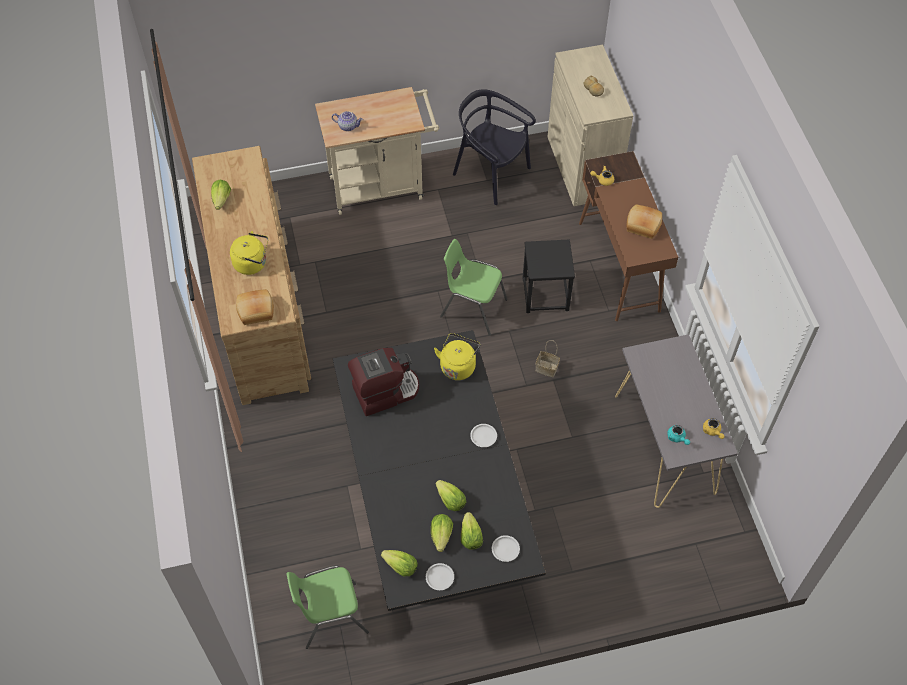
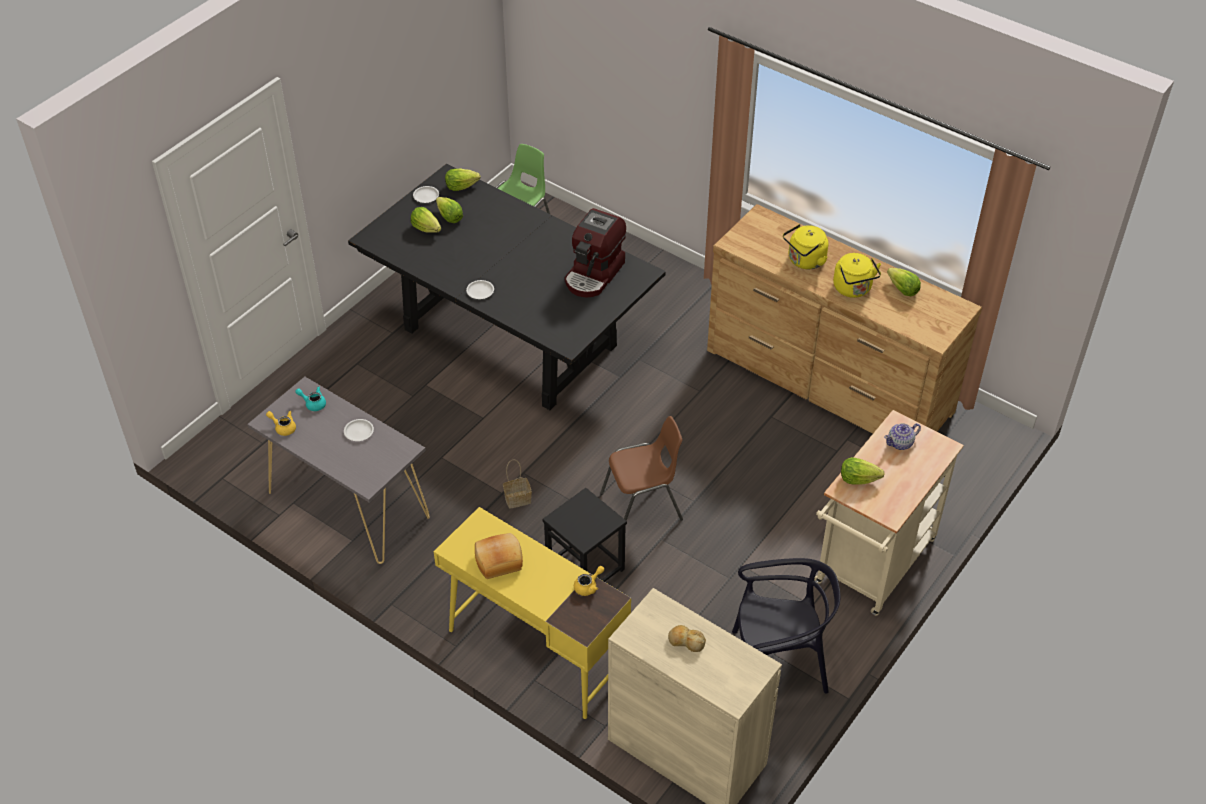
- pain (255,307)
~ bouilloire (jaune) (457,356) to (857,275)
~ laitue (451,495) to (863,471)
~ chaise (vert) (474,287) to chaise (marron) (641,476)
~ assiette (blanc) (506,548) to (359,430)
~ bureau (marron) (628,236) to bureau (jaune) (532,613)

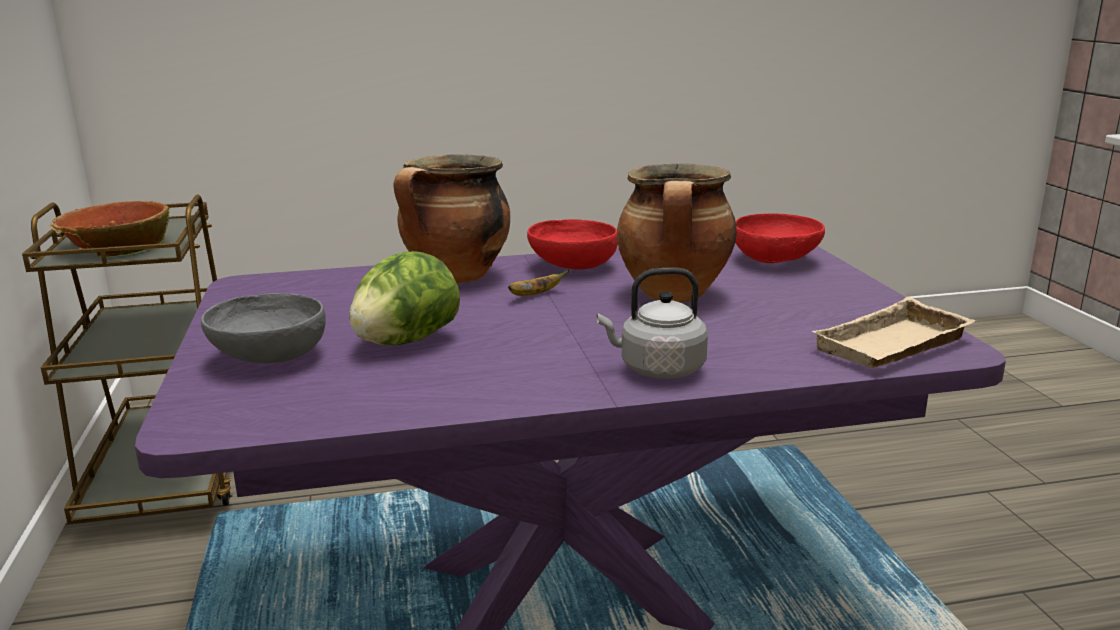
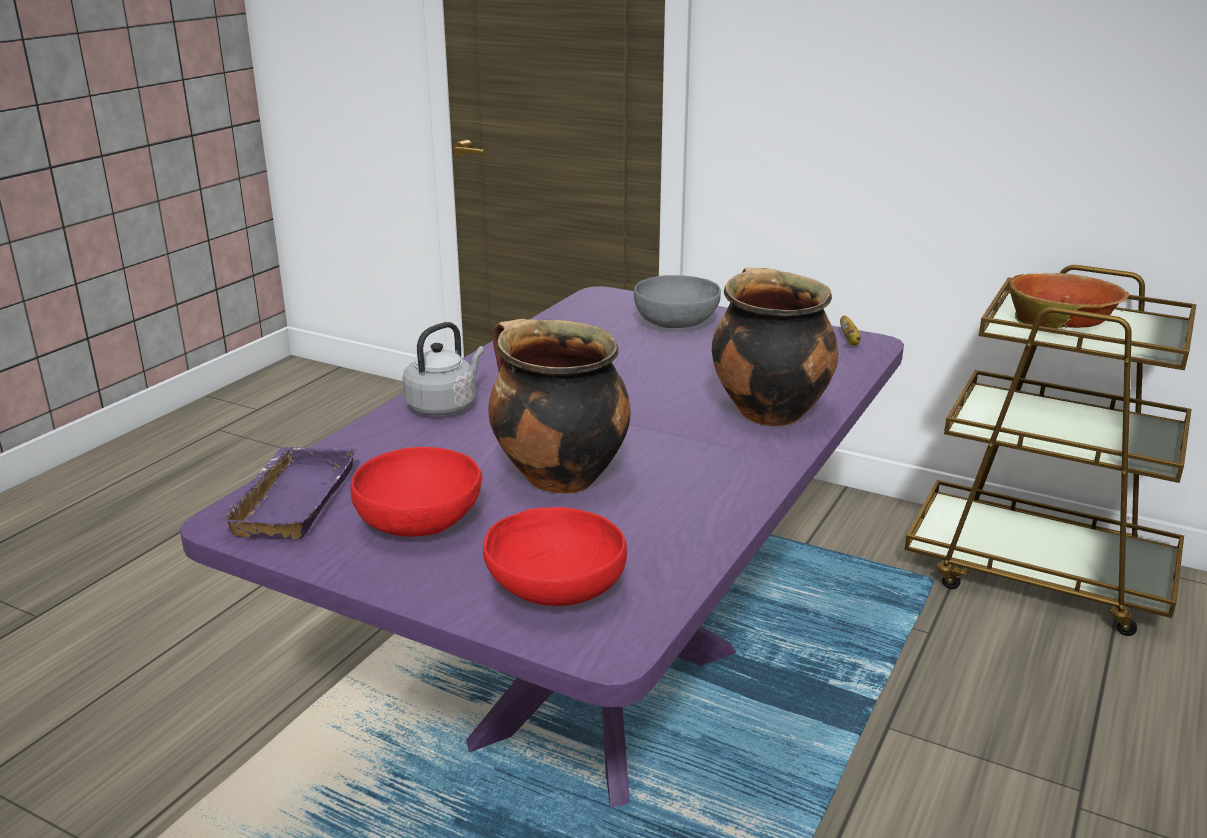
- laitue (404,298)
~ banane (539,282) to (850,331)
~ bol (rouge) (572,244) to (416,492)
~ plateau (beige) (893,332) to plateau (violet) (286,493)

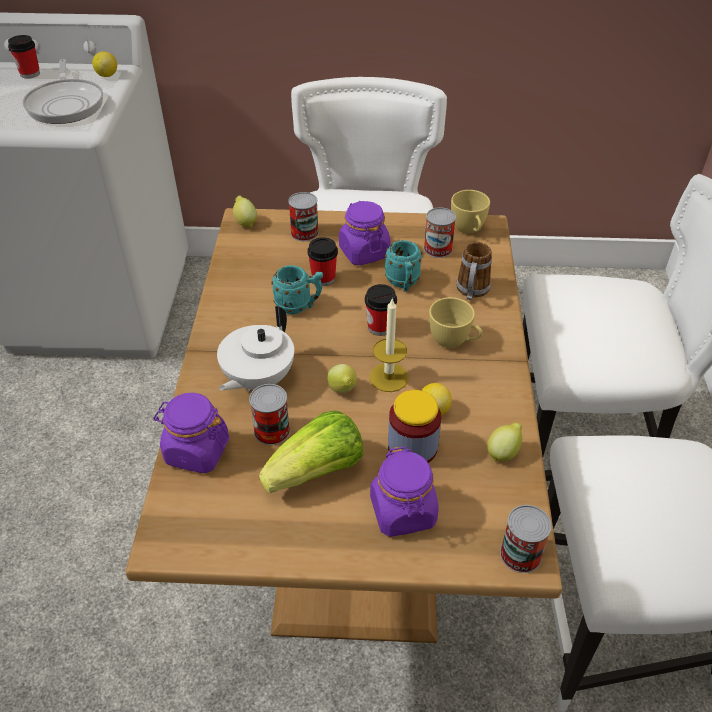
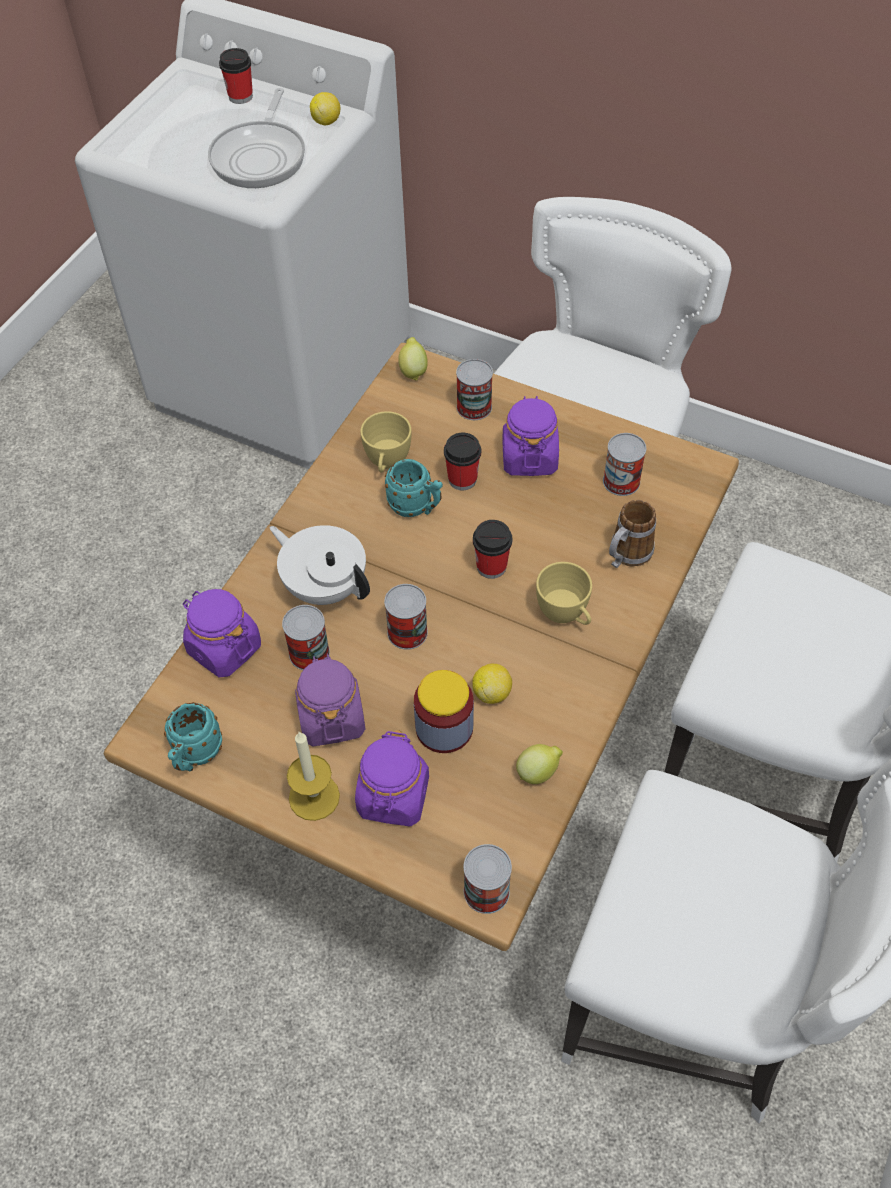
~ théière (blanc) (255,349) = (320,565) 75 degrees clockwise
~ laitue (311,452) to bocal (violet) (330,700)
~ citron (342,378) to boîte métallique (406,617)
~ bougie (388,345) to (313,776)
~ mug (turquoise) (403,266) to (193,736)
~ tasse (jaune) (470,211) to (385,441)

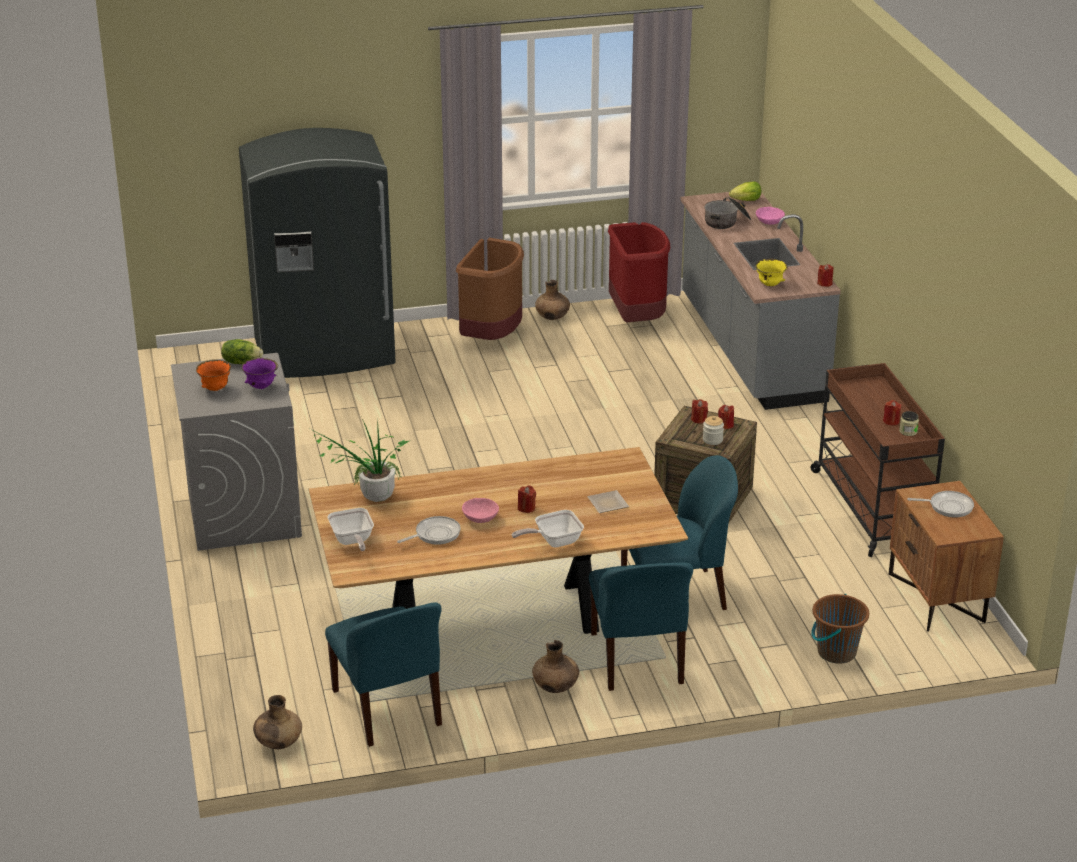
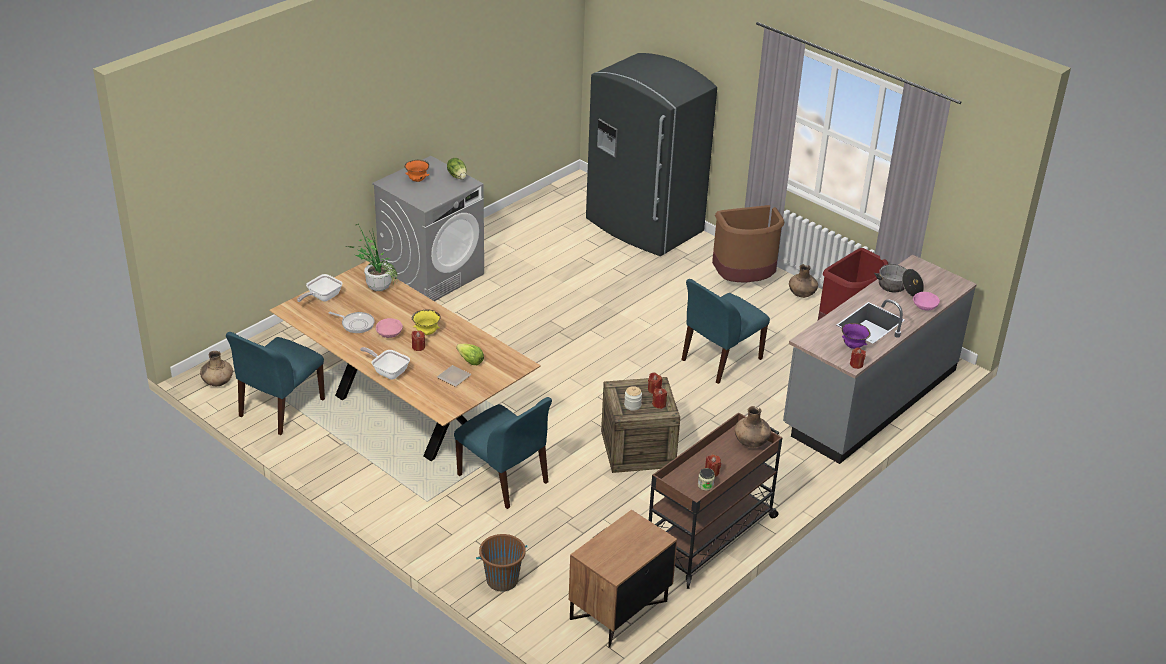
~ bol (violet) (260,373) to (856,336)
~ vase (marron) (555,666) to (753,427)
~ chaise (bleu) (641,626) to (726,331)
~ laitue (745,191) to (470,354)
~ bol (jaune) (771,272) to (426,322)
- poêle (940,504)

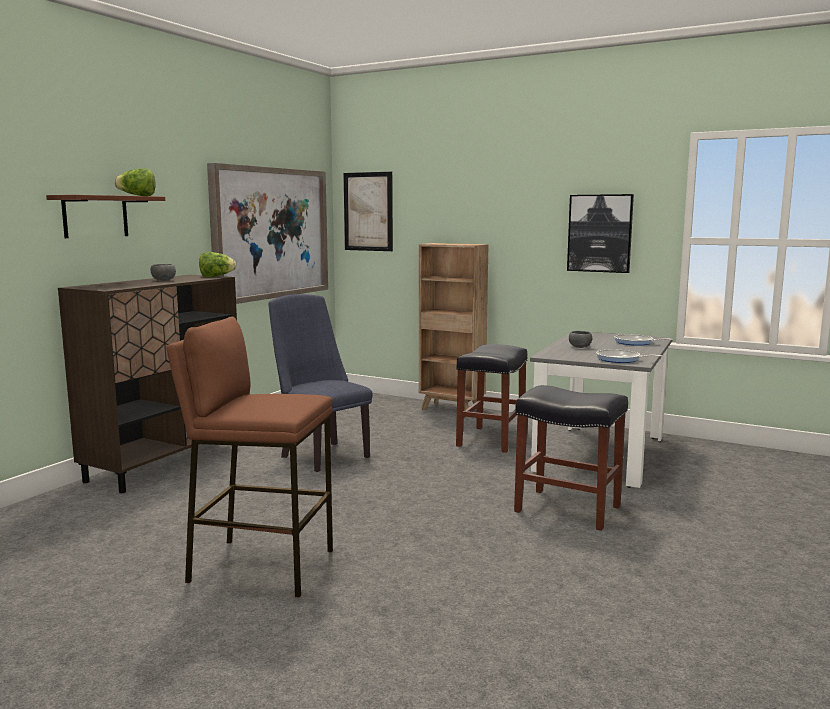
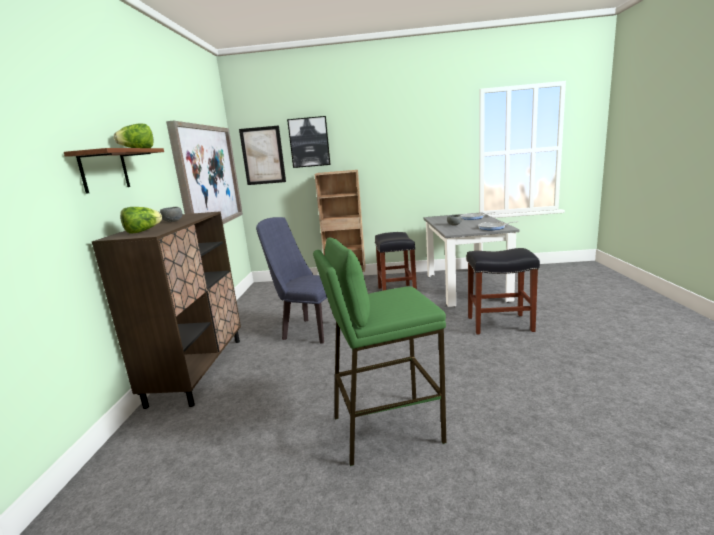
~ tabouret (marron) (250,457) to tabouret (vert) (379,351)
~ laitue (217,264) to (141,220)
~ tableau (600,233) to (309,142)

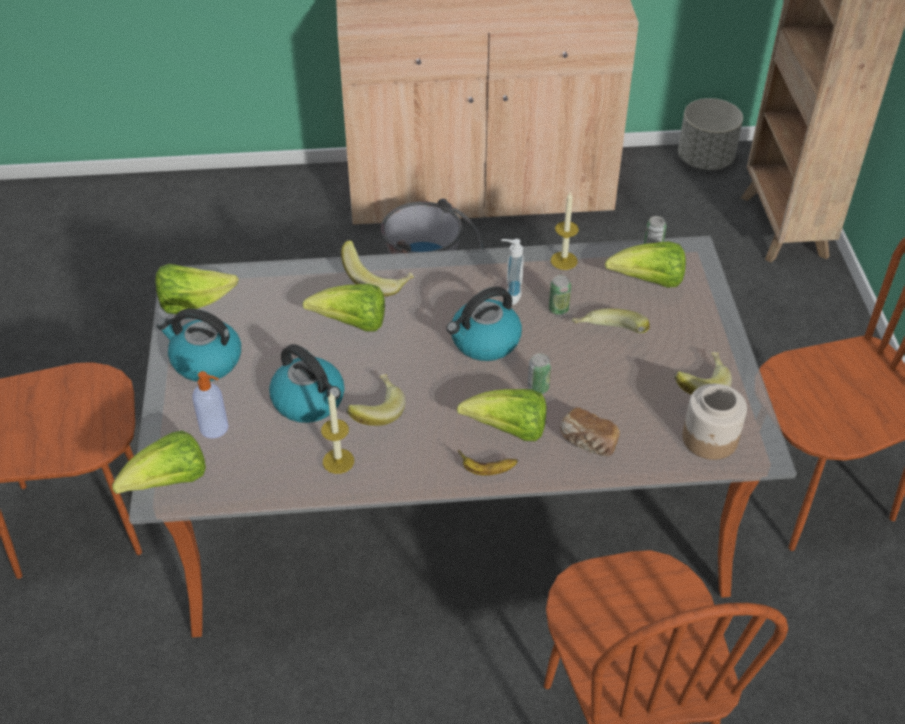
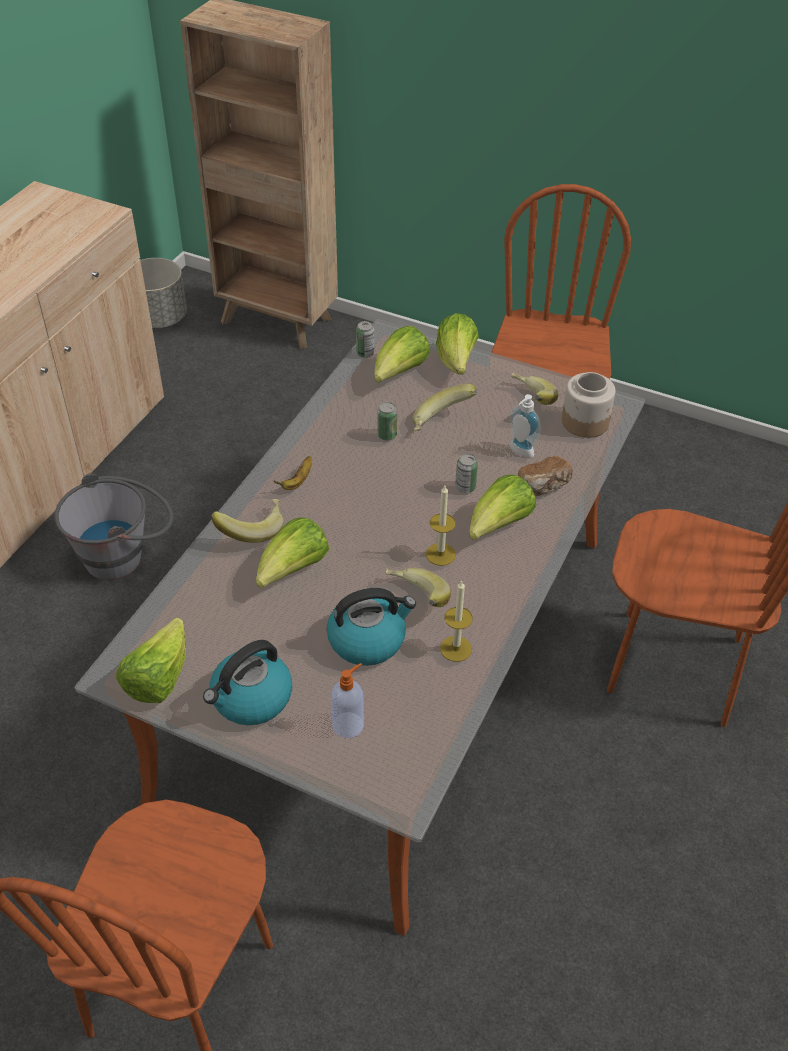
~ laitue (159,462) to (457,344)
- bouilloire (484,323)
~ banane (488,463) to (292,473)
~ distributeur de savon (512,272) to (525,426)
~ bougie (565,230) to (441,526)

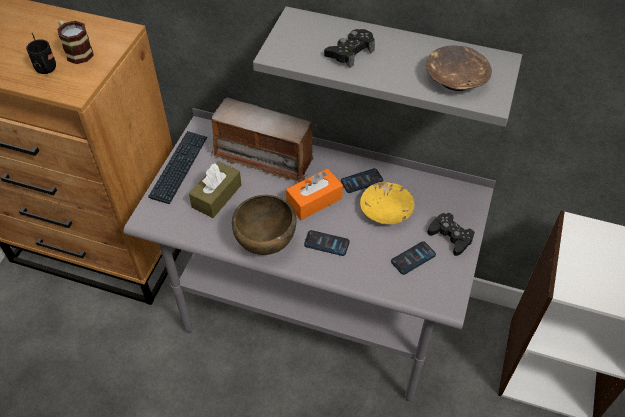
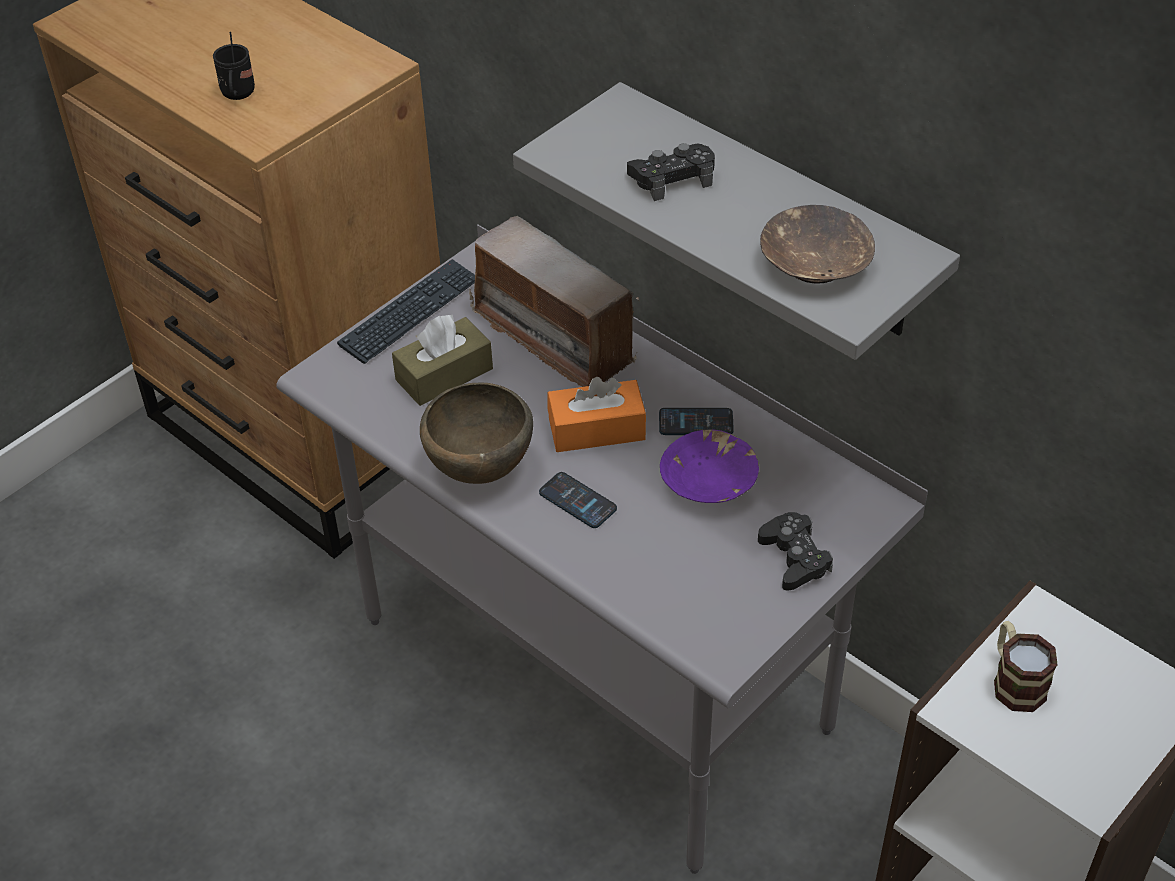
~ mug (75,42) to (1026,666)
~ bol (jaune) (387,203) to bol (violet) (709,466)
- téléphone (413,258)

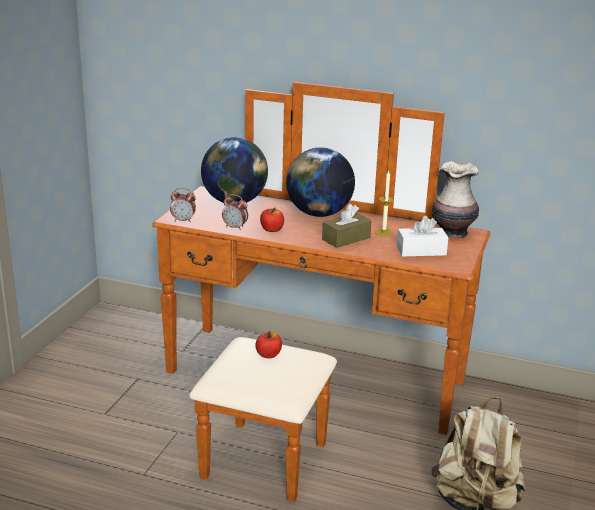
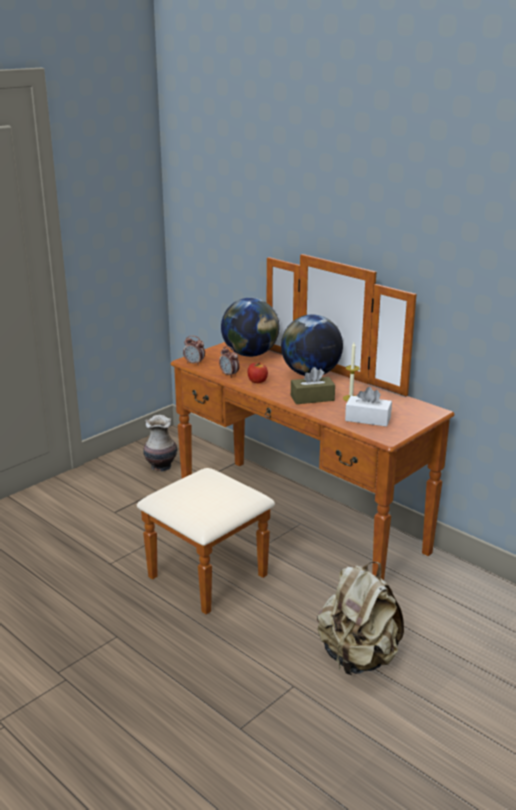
- pomme (268,344)
~ vase (455,199) to (160,443)

